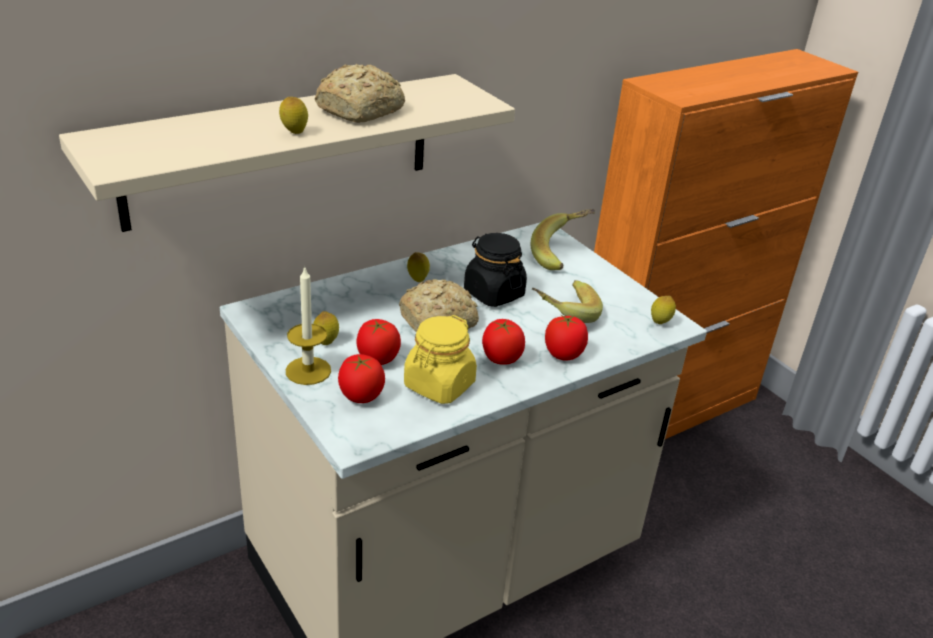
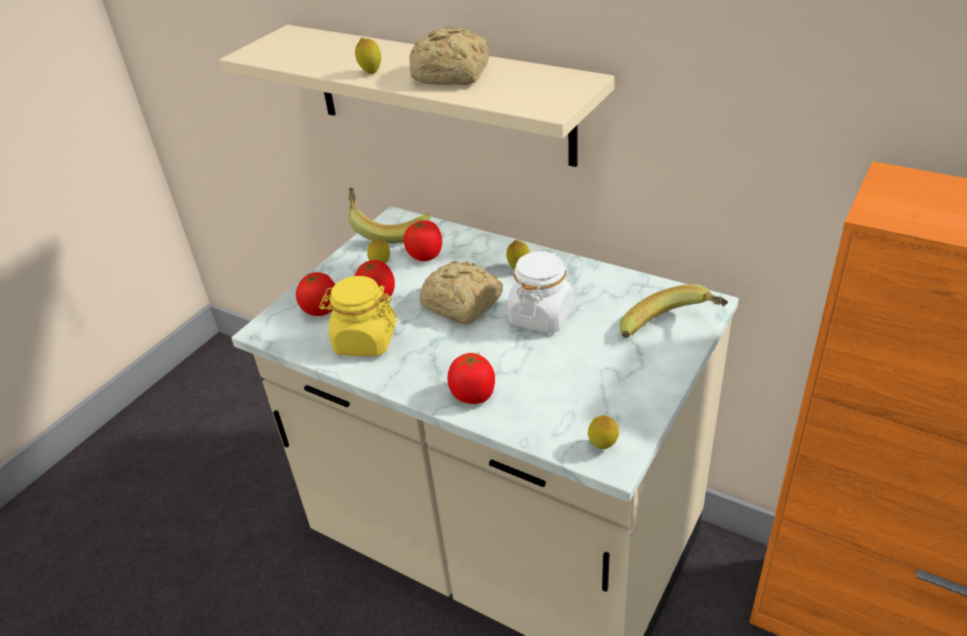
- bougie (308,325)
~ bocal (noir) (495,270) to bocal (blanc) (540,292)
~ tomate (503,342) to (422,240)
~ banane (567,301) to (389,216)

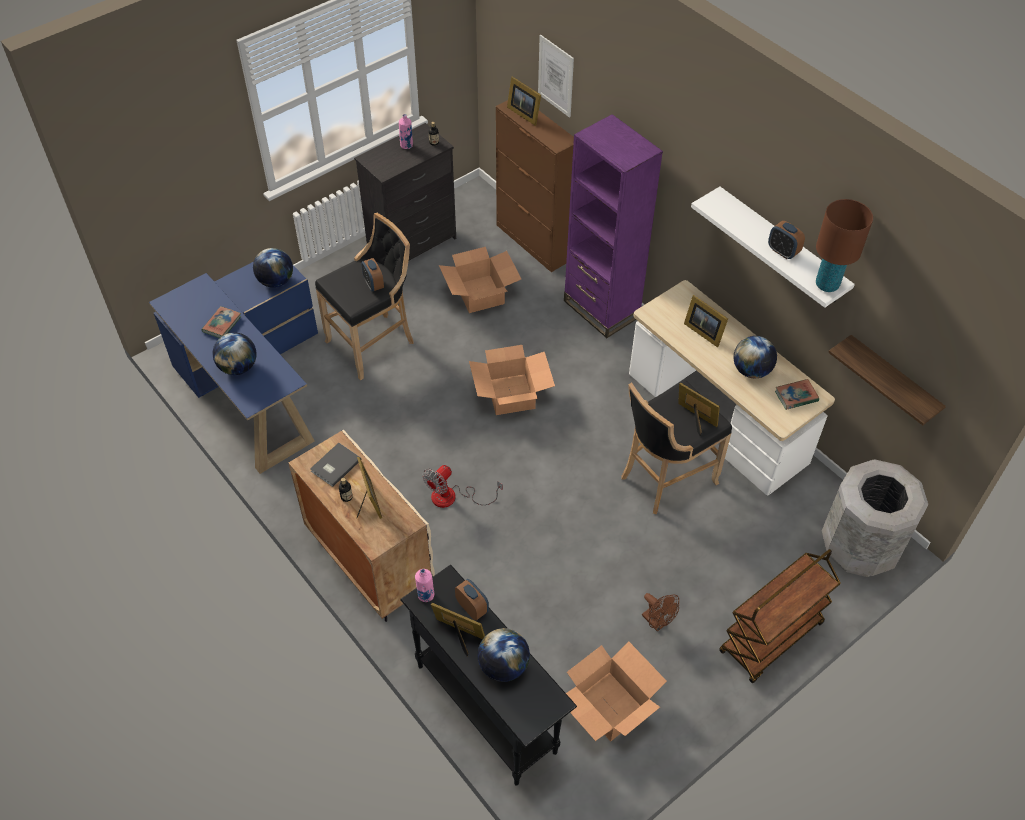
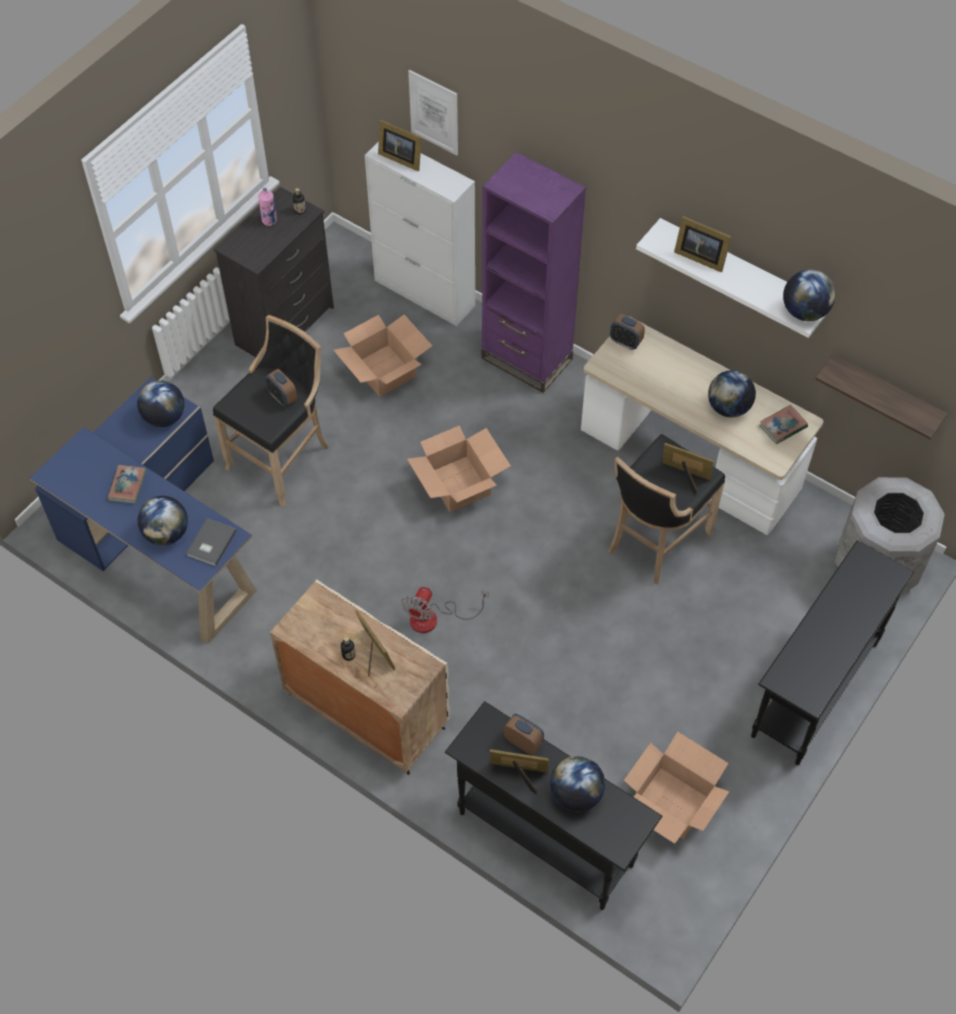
~ livre (gris) (336,465) to (211,542)
- bouteille (rose) (424,585)
~ meuble de rangement (marron) (535,186) to meuble de rangement (blanc) (420,234)
- ventilateur (marron) (660,612)
~ cadre photo (706,321) to (703,244)
~ chariot (marron) (780,616) to table console (noir) (832,652)
~ réveil (786,240) to (627,332)
~ lampe de table (marron) (844,245) to globe (809,295)

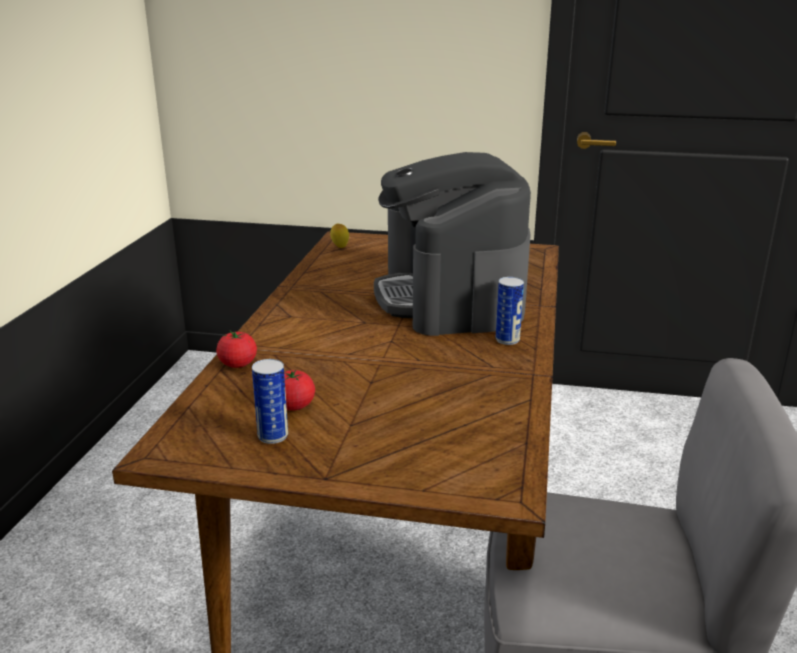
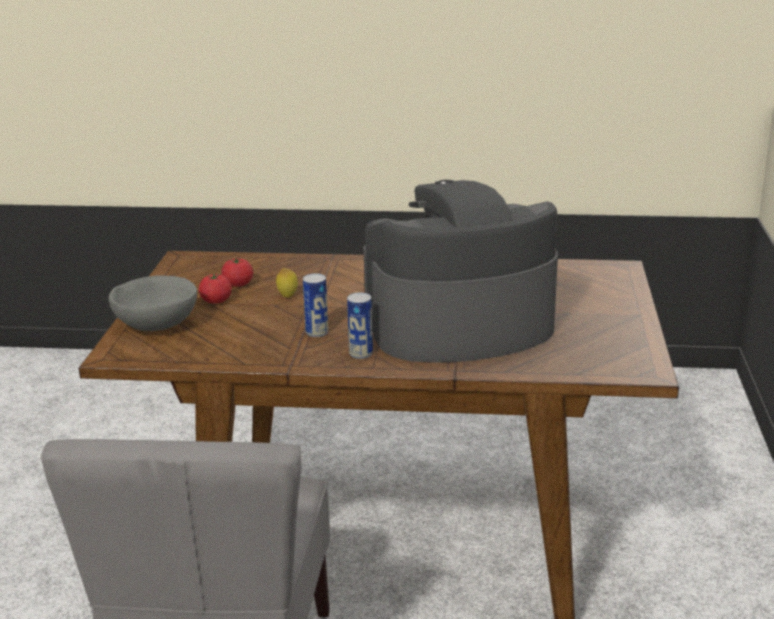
~ tomate (236,349) to (215,288)
~ boîte métallique (270,401) to (315,305)
~ citron (339,236) to (287,283)
+ bol (gris) (152,303)

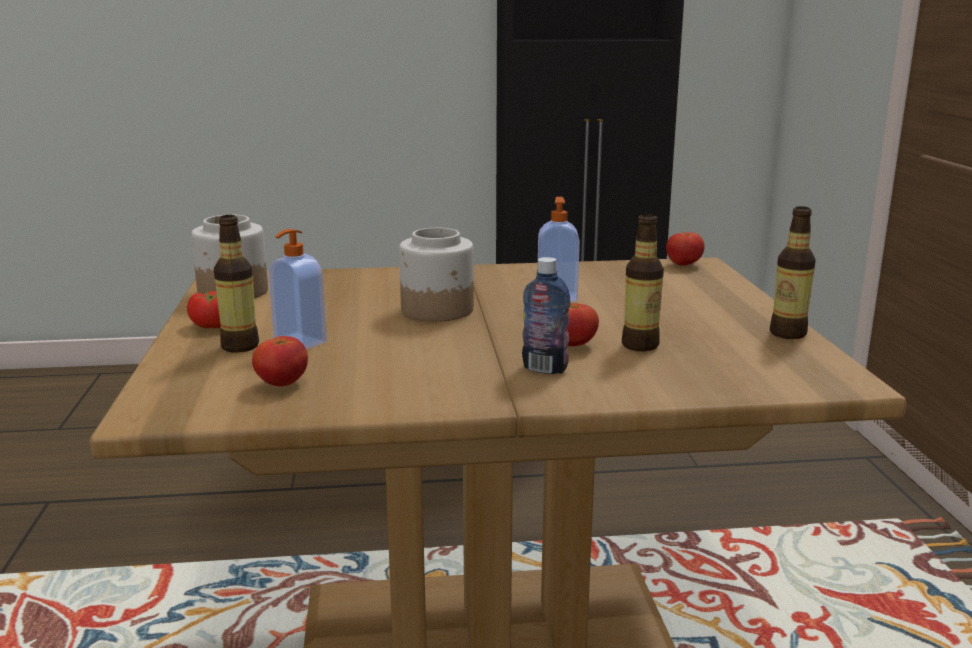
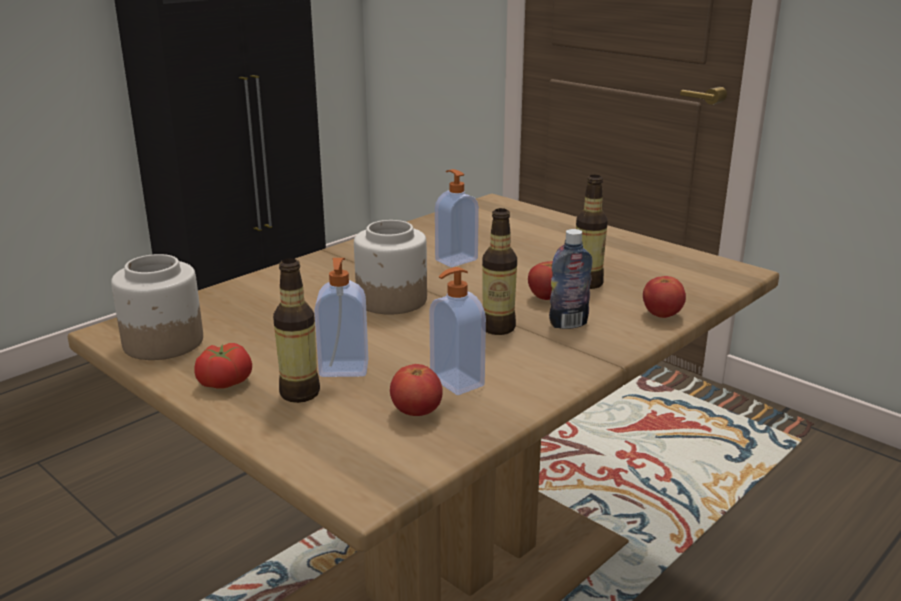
~ tomate (685,249) to (664,297)
~ bouteille (793,272) to (499,271)
+ distributeur de savon (457,331)

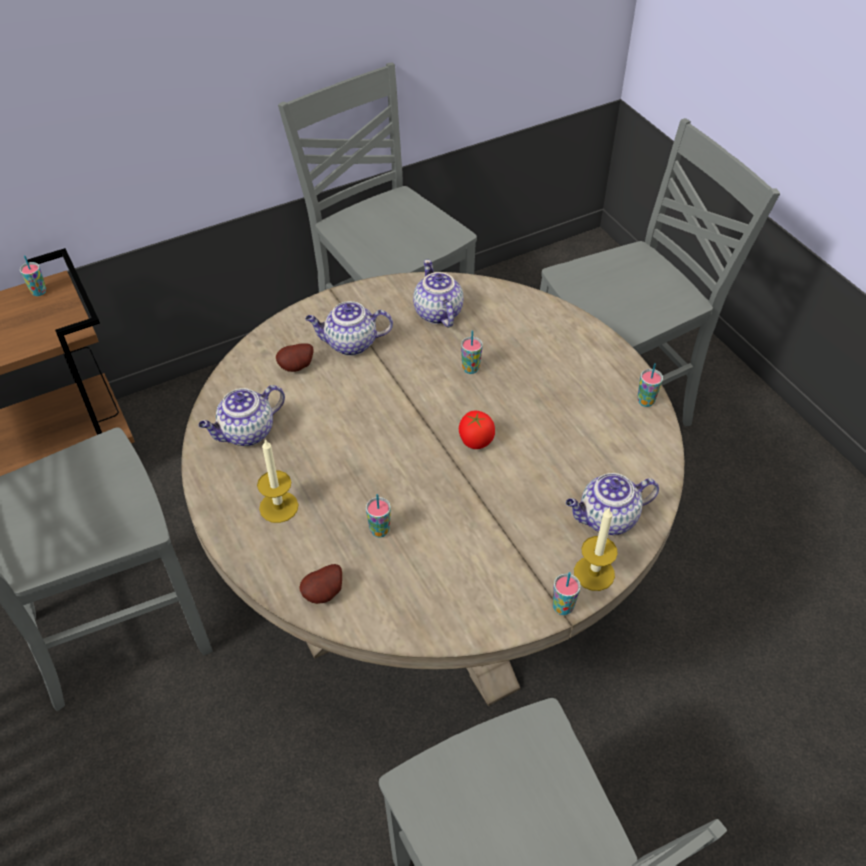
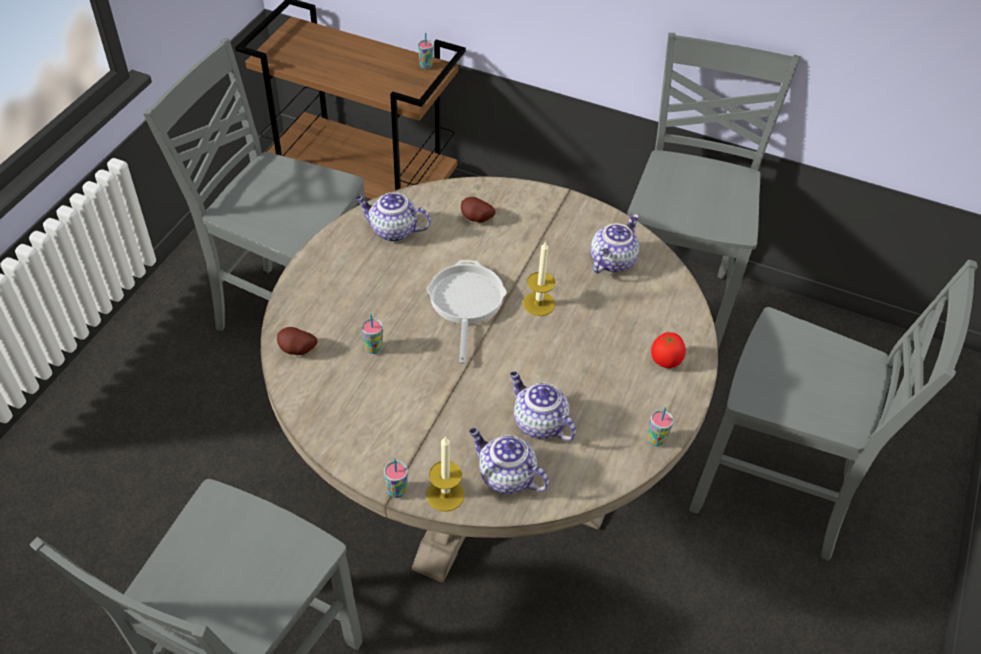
~ bougie (277,481) to (539,278)
~ théière (349,328) to (543,406)
~ tomate (477,430) to (668,350)
- tasse (472,352)
+ poêle (467,312)

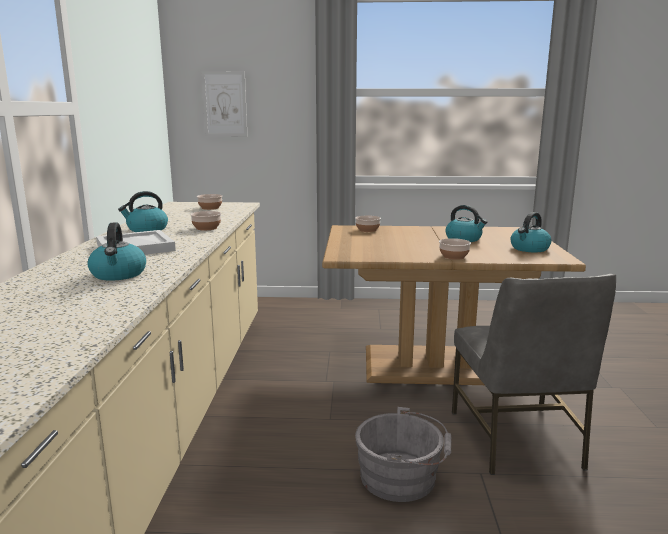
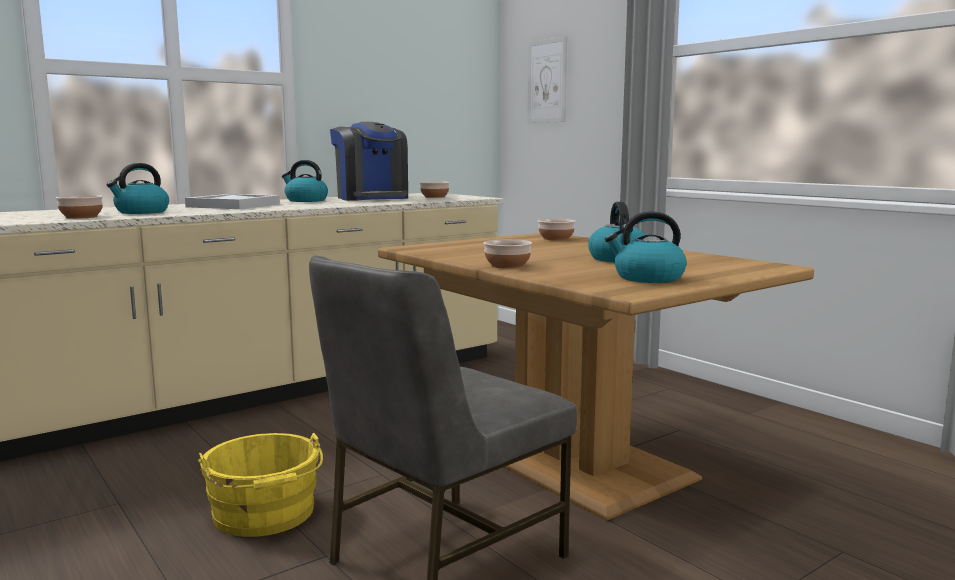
~ bol (205,220) to (79,207)
~ seau (gris) (403,454) to seau (jaune) (260,485)
+ machine à café (369,161)

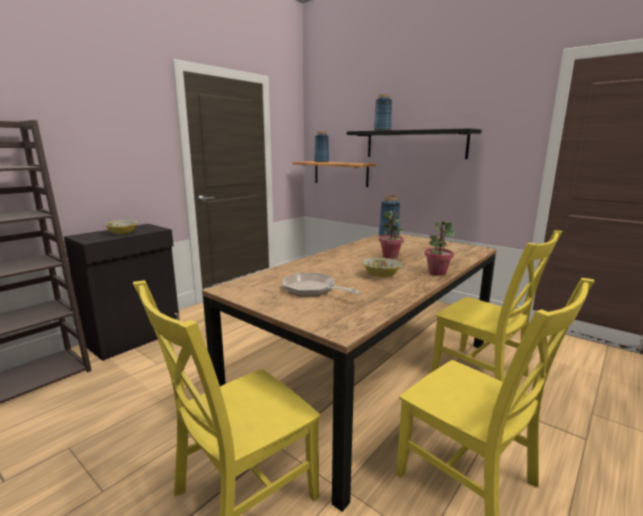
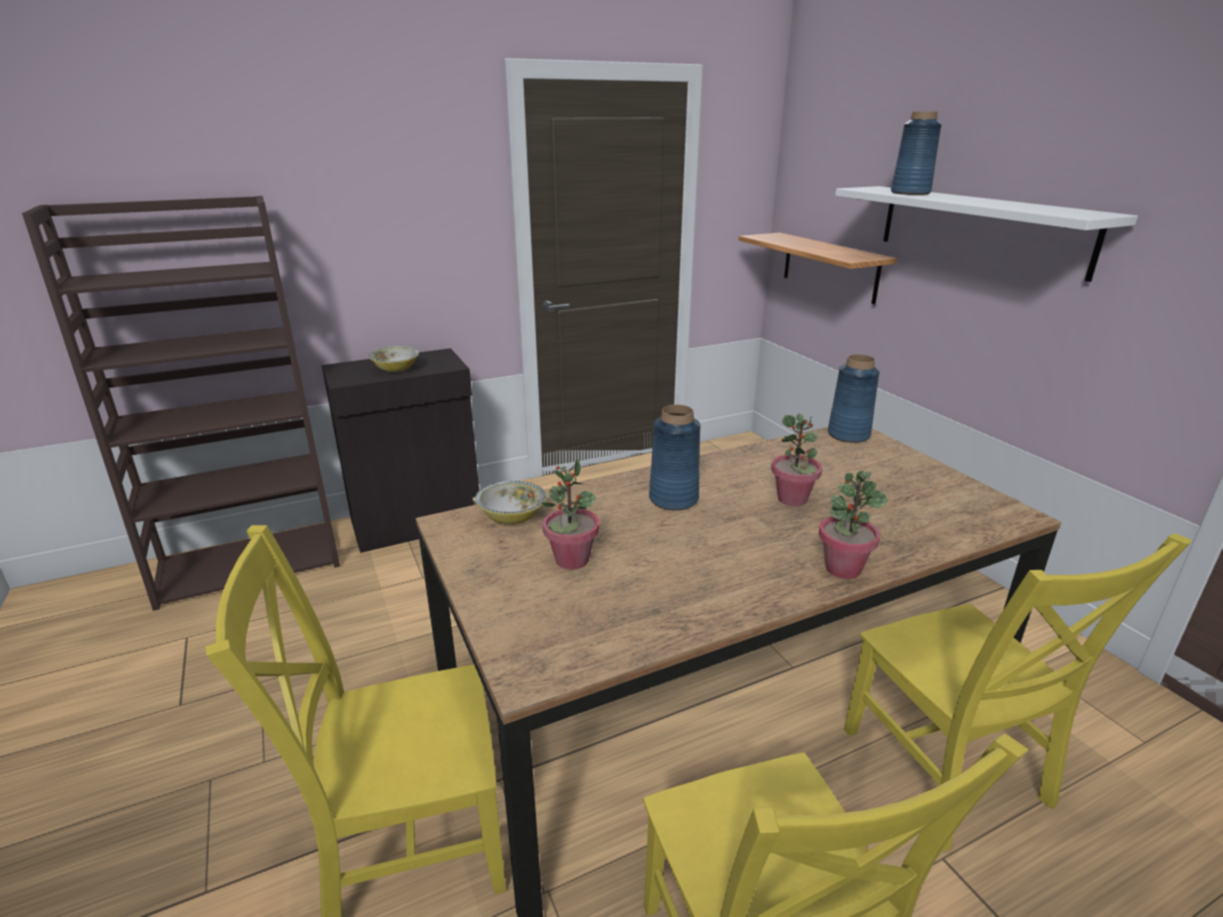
~ poêle (322,284) to plante en pot (570,514)
~ vase (bleu) (321,146) to (675,458)
~ étagère (noir) (414,143) to étagère (blanc) (986,234)
~ bol (382,267) to (511,502)

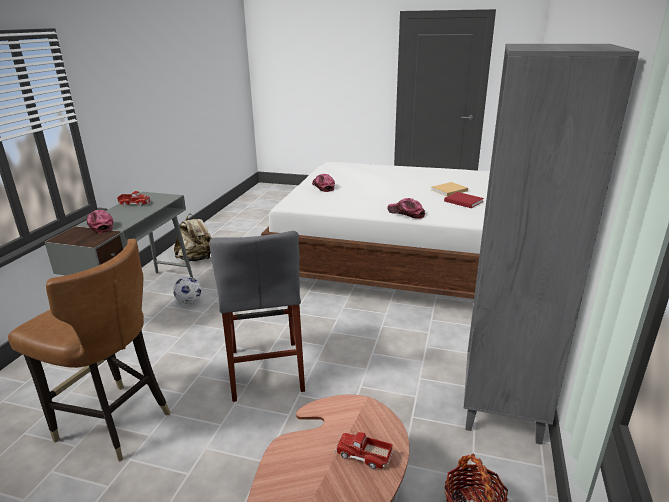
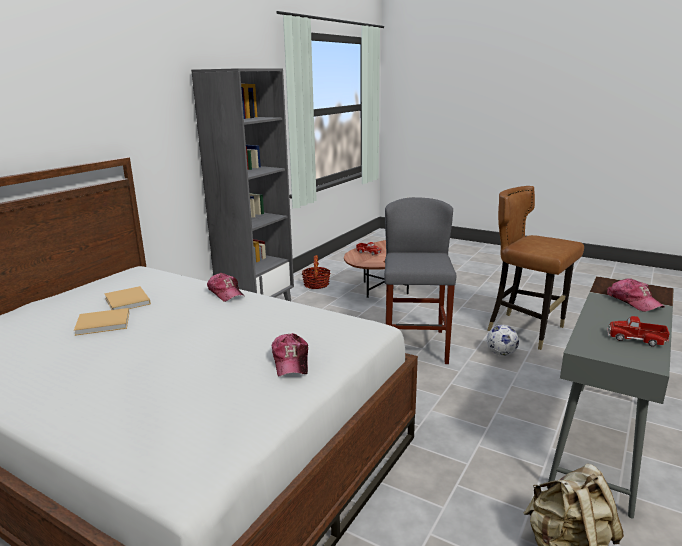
~ ballon de foot (187,290) to (503,340)
~ livre (rouge) (464,200) to livre (beige) (127,298)

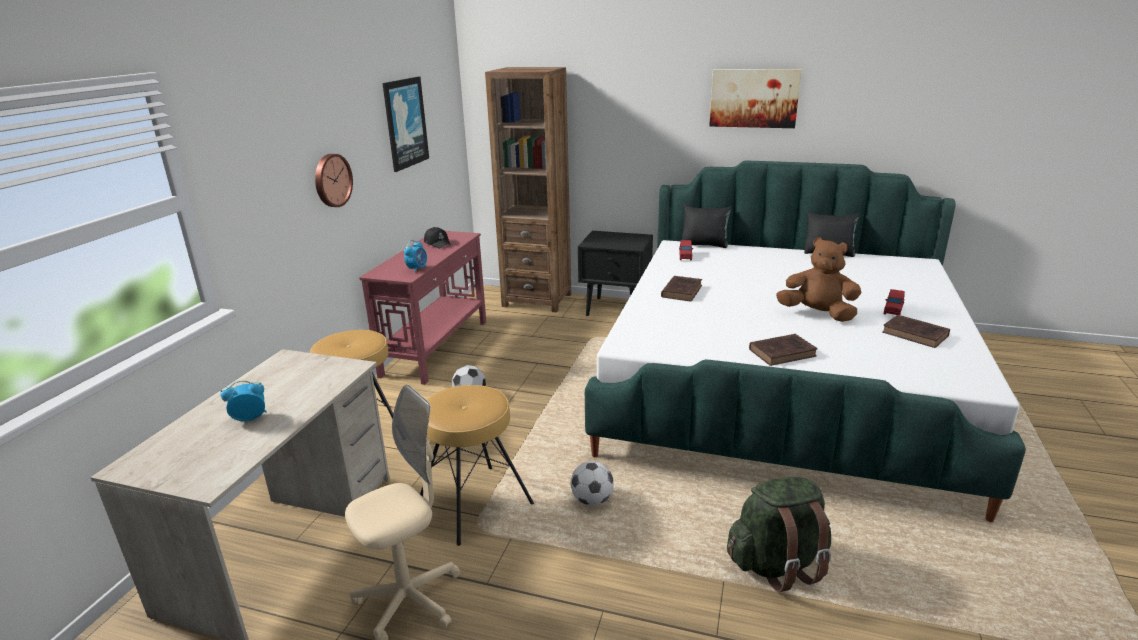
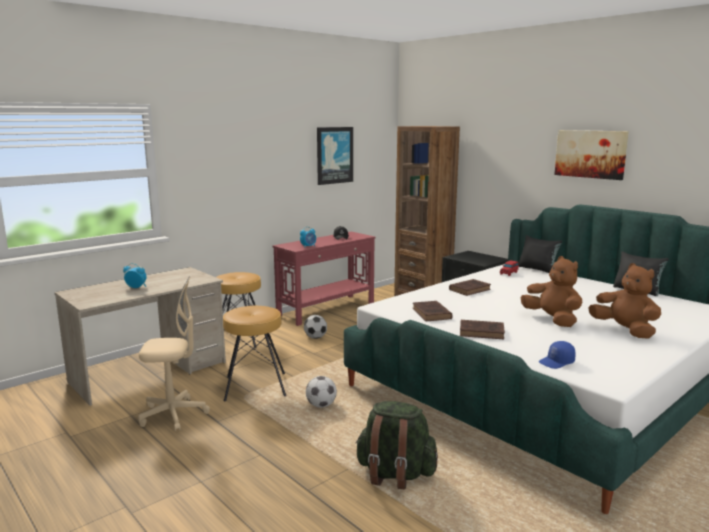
- horloge murale (334,180)
~ livre (marron) (916,331) to (432,311)
~ petite voiture (rouge) (894,302) to peluche (marron) (624,301)
+ casquette (bleu) (557,355)

